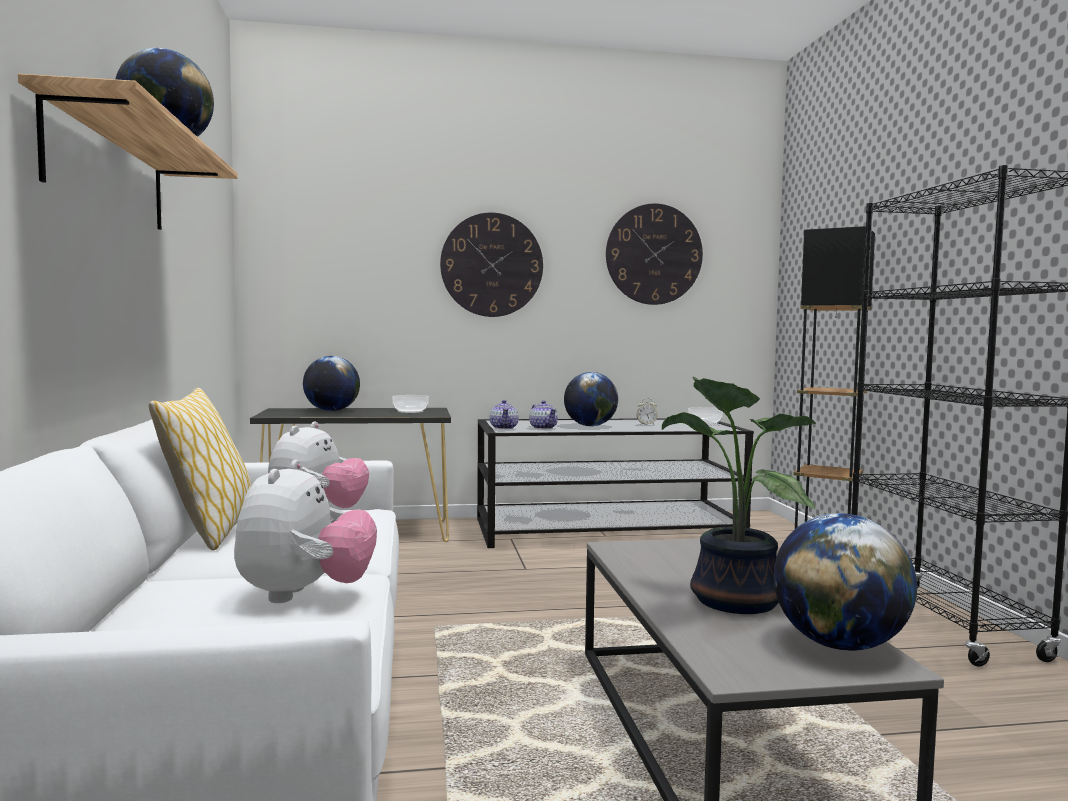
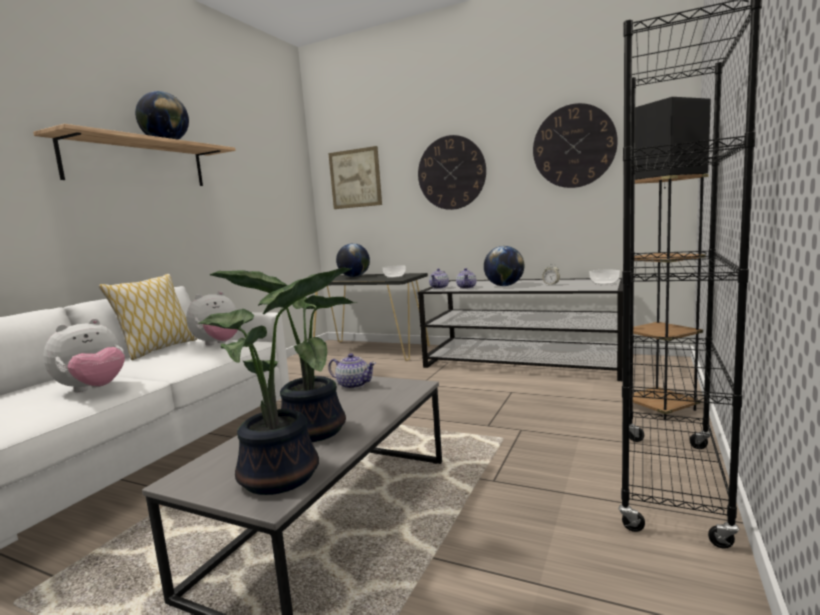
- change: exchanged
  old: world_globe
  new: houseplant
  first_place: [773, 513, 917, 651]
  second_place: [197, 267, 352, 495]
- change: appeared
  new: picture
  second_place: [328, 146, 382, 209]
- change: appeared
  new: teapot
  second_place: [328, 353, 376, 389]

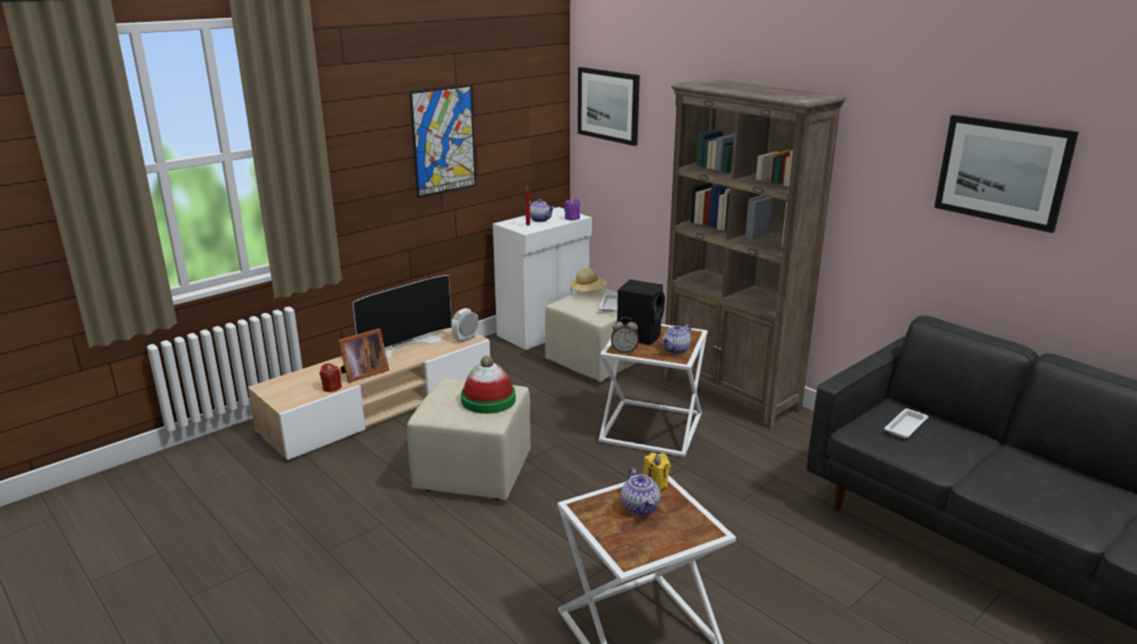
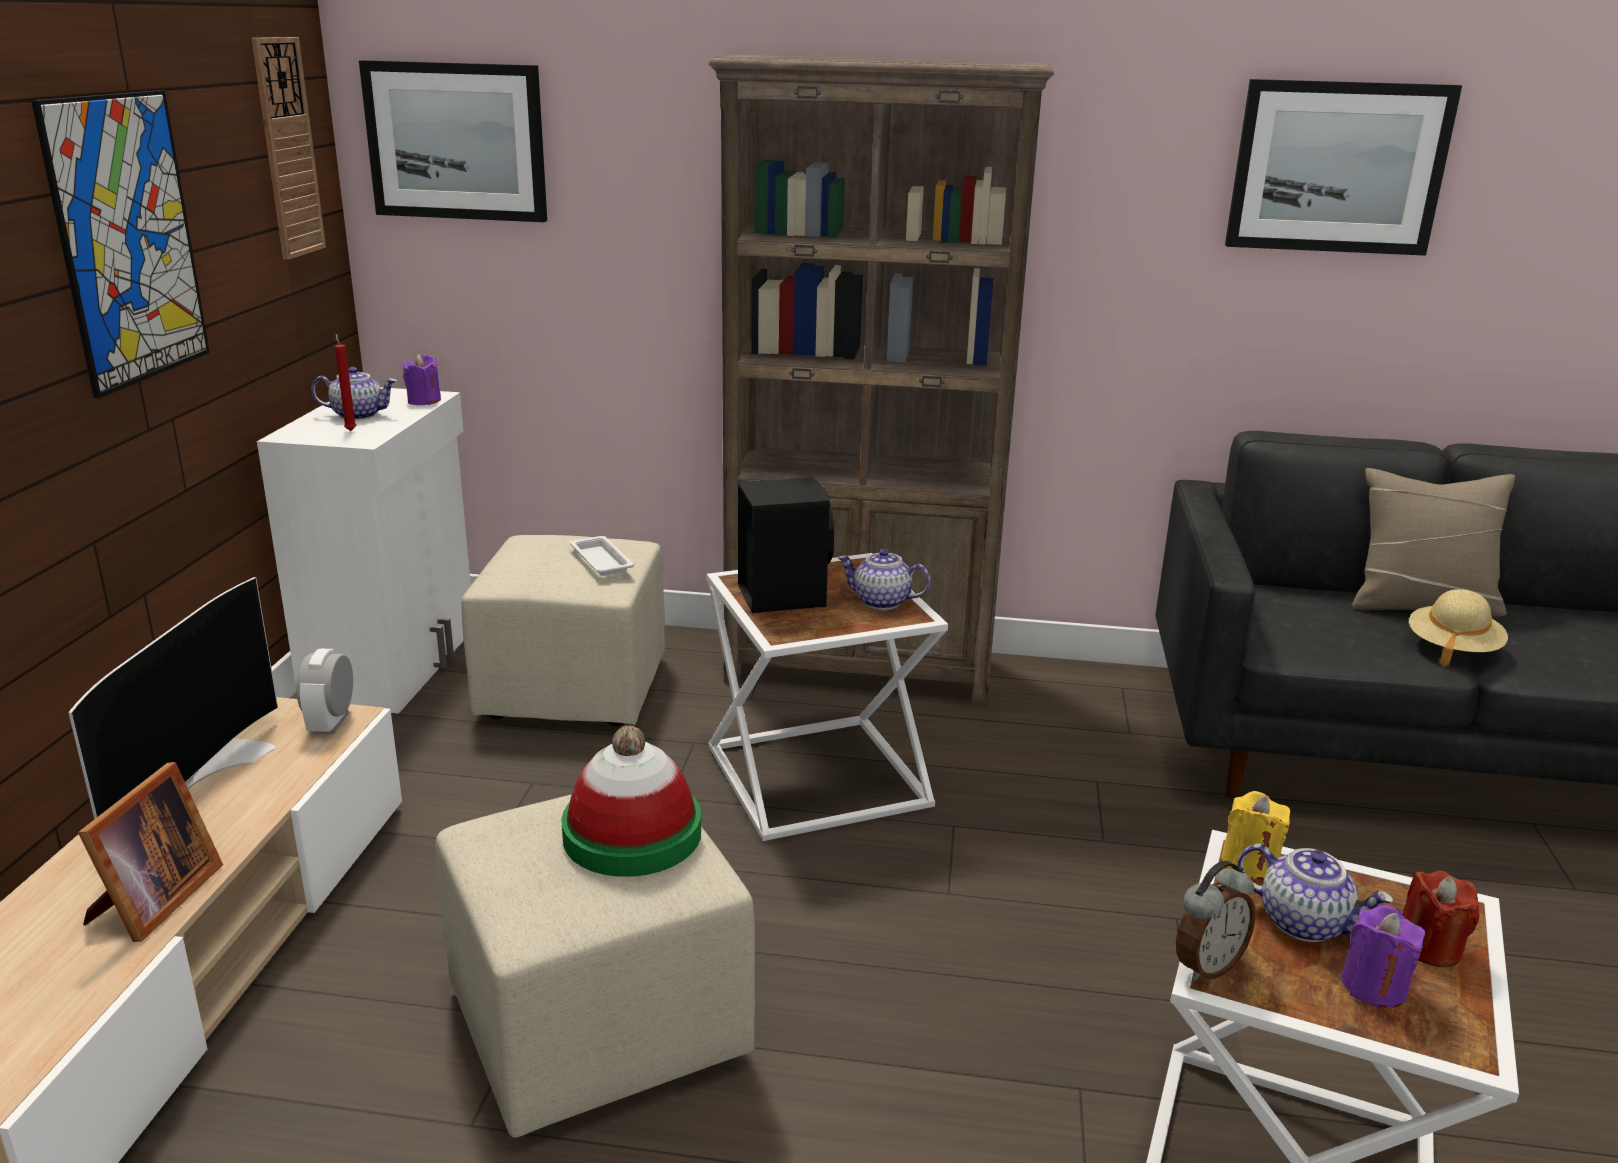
- change: appeared
  new: hanging_clock
  second_place: [252, 37, 326, 260]
- change: spun
  old: teapot
  first_place: [662, 324, 691, 354]
  second_place: [837, 549, 931, 610]
  degrees: 105
- change: relocated
  old: alarm_clock
  first_place: [611, 317, 639, 353]
  second_place: [1176, 861, 1256, 982]
- change: appeared
  new: purplish_wax_candle
  second_place: [1341, 905, 1425, 1008]
- change: appeared
  new: beige-coloured_cushion
  second_place: [1352, 468, 1515, 617]
- change: relocated
  old: red_wax_candle
  first_place: [320, 363, 342, 392]
  second_place: [1403, 871, 1479, 967]
- change: relocated
  old: beige-coloured_hat
  first_place: [571, 268, 606, 294]
  second_place: [1409, 589, 1508, 667]
- change: missing
  old: whitish_serving_tray
  first_place: [884, 408, 929, 438]

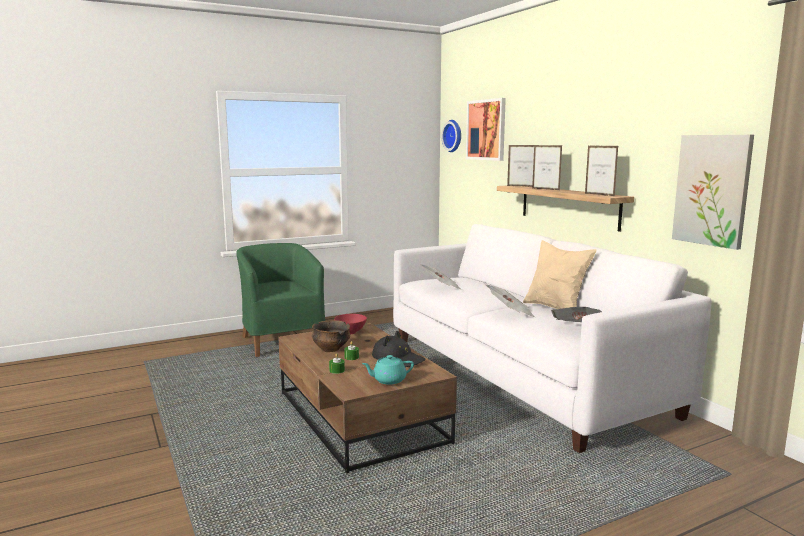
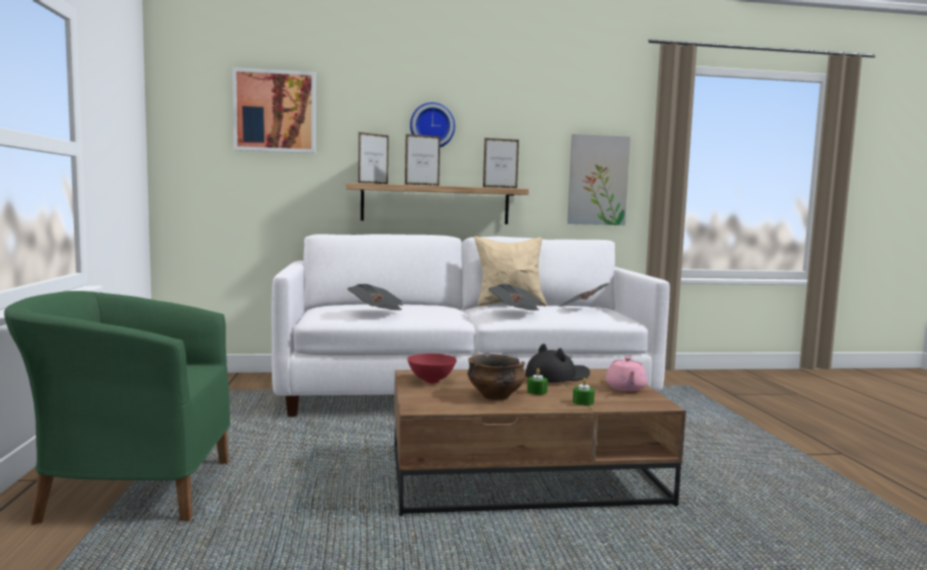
- change: relocated
  old: hanging_clock
  first_place: [441, 120, 461, 152]
  second_place: [410, 102, 455, 147]
- change: colour
  old: turquoise_teapot
  new: pinkish_teapot
  first_place: [362, 355, 414, 385]
  second_place: [606, 356, 647, 391]

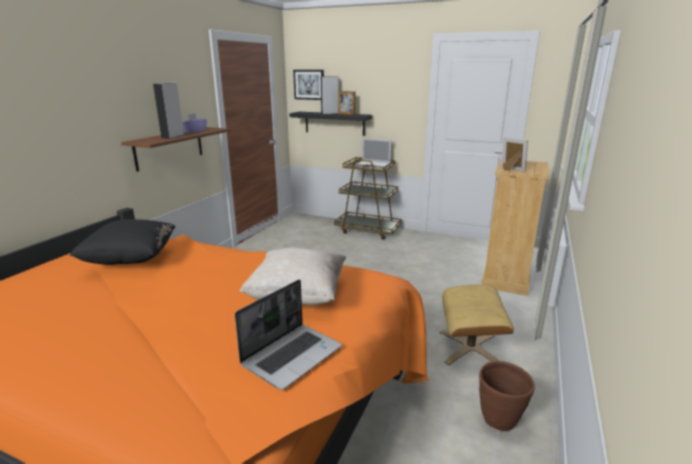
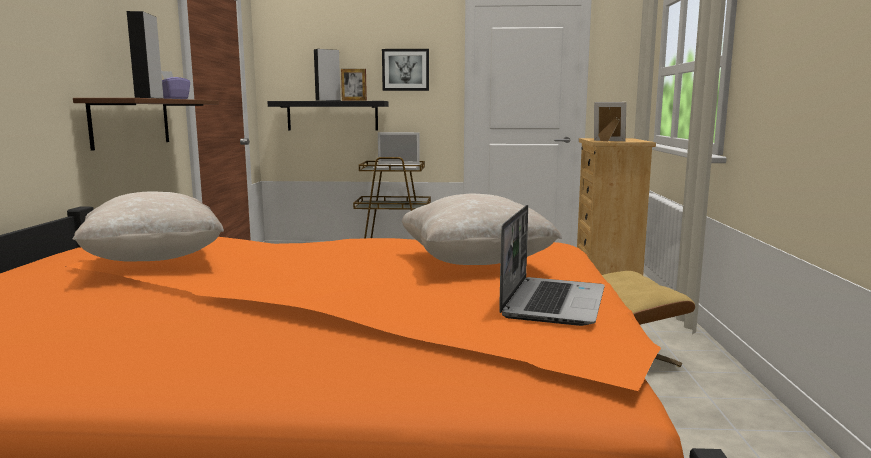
- change: colour
  old: blackish_cushion
  new: beige-coloured_cushion
  first_place: [69, 219, 176, 265]
  second_place: [72, 191, 224, 262]
- change: relocated
  old: picture
  first_place: [293, 70, 324, 100]
  second_place: [382, 49, 429, 91]
- change: missing
  old: brown_flower_pot
  first_place: [479, 361, 535, 431]

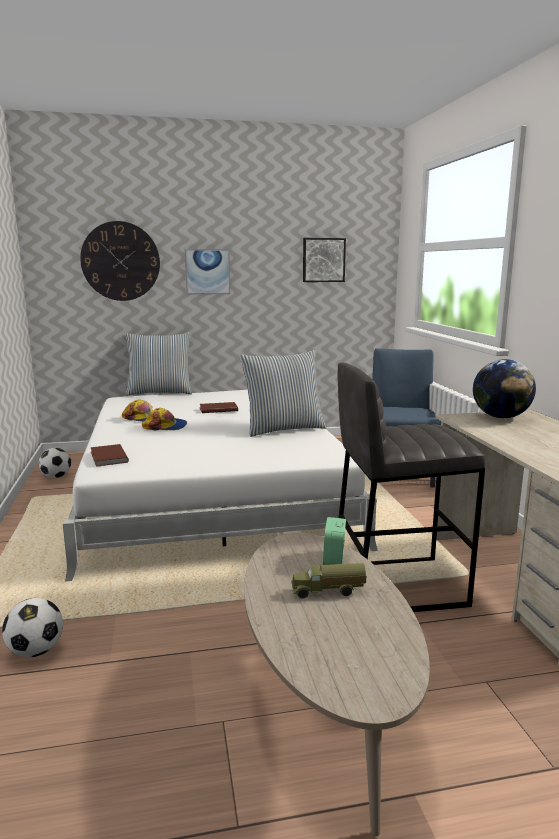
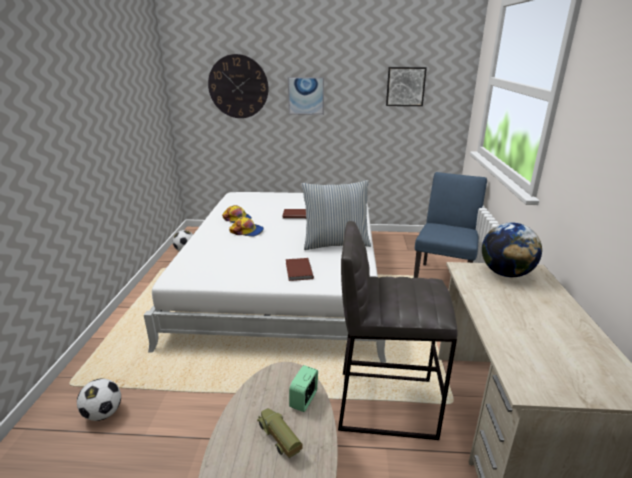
- change: spun
  old: toy_lorry
  first_place: [291, 563, 366, 599]
  second_place: [257, 408, 302, 458]
  degrees: 45
- change: relocated
  old: brown_bound_book
  first_place: [90, 444, 129, 467]
  second_place: [286, 258, 314, 281]
- change: missing
  old: cushion
  first_place: [126, 332, 192, 395]

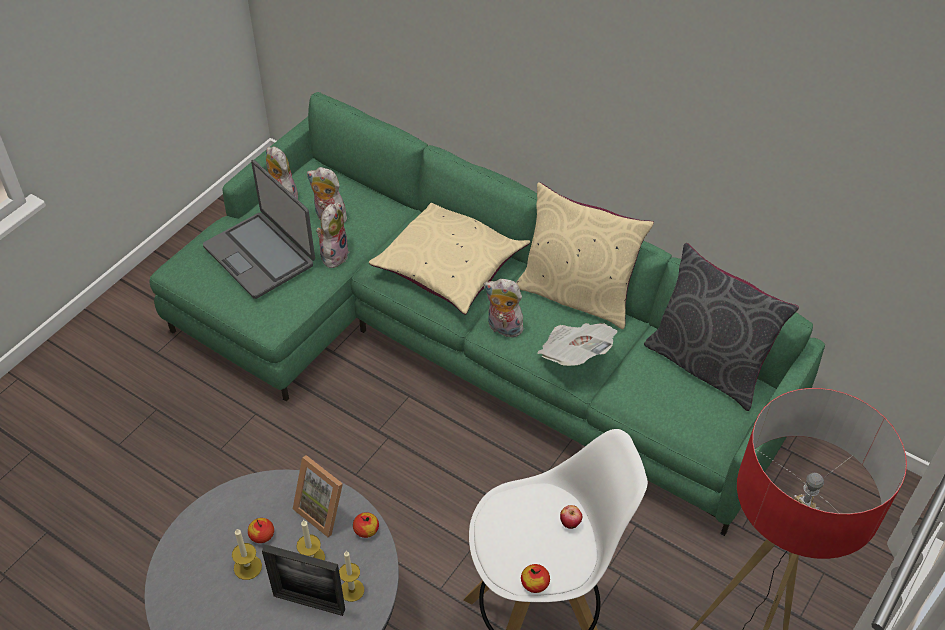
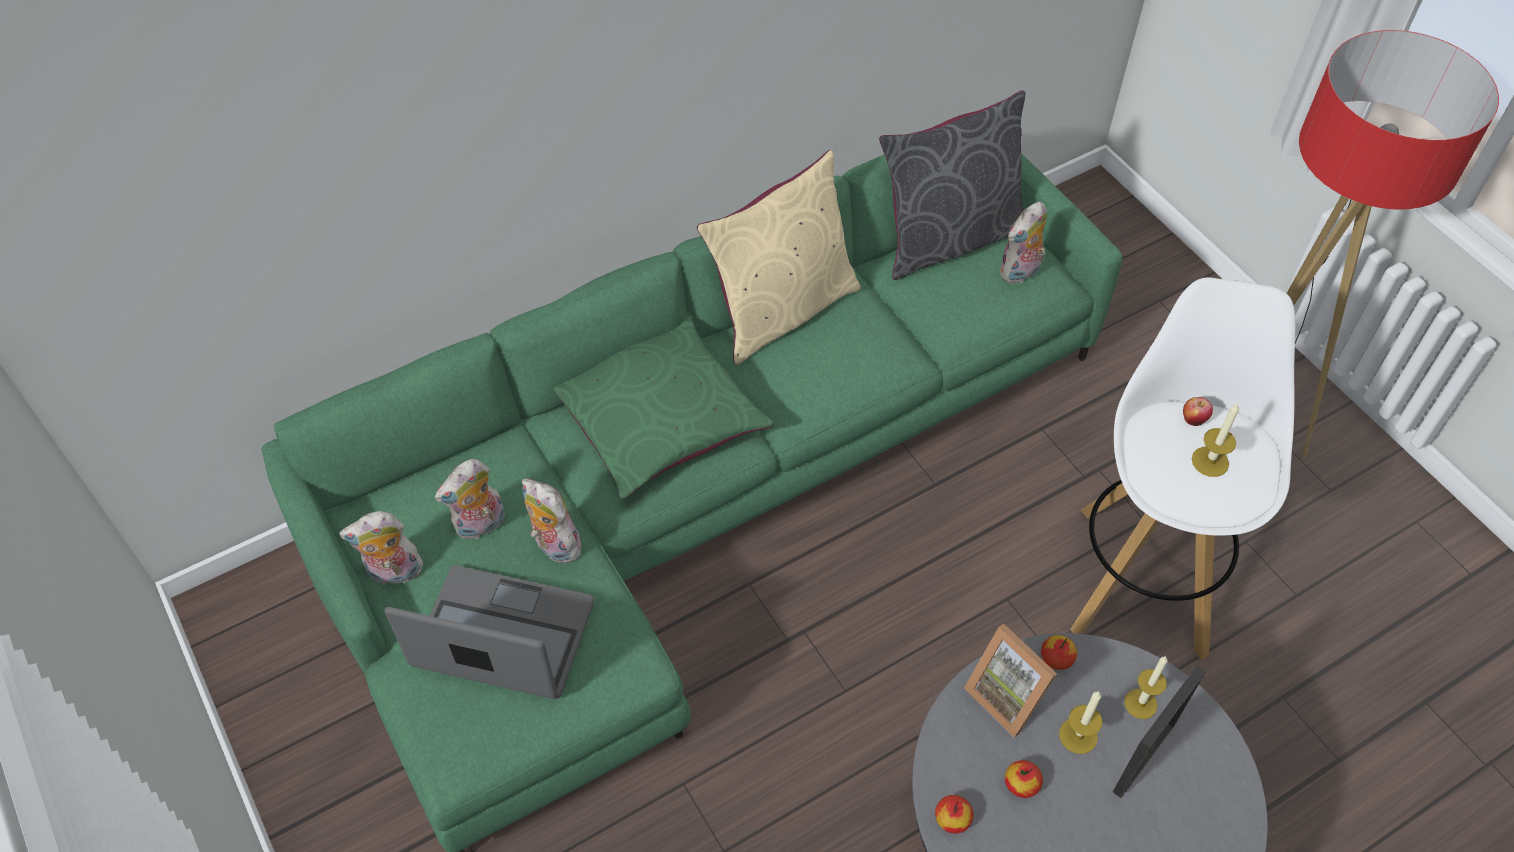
- change: spun
  old: laptop
  first_place: [203, 160, 315, 299]
  second_place: [384, 565, 594, 699]
  degrees: -150
- change: colour
  old: beige-coloured_cushion
  new: green-coloured_cushion
  first_place: [369, 203, 530, 315]
  second_place: [553, 311, 774, 499]
- change: relocated
  old: apple
  first_place: [521, 564, 550, 593]
  second_place: [935, 795, 974, 833]
- change: spun
  old: picture_frame
  first_place: [293, 455, 343, 537]
  second_place: [964, 624, 1057, 737]
  degrees: 75
- change: relocated
  old: soft_toy
  first_place: [484, 279, 523, 337]
  second_place: [999, 202, 1047, 285]
- change: relocated
  old: wax_candle
  first_place: [232, 528, 262, 580]
  second_place: [1192, 403, 1239, 477]
- change: missing
  old: newspaper
  first_place: [537, 323, 617, 366]

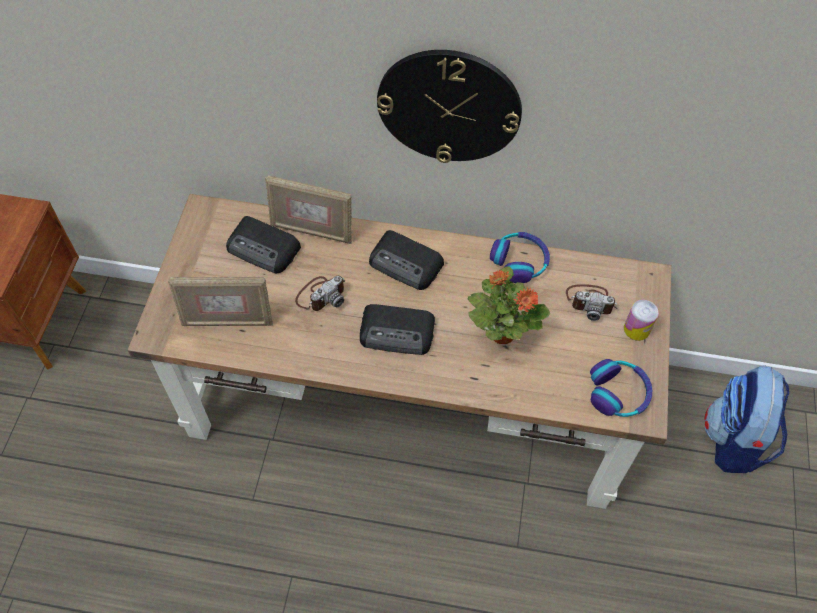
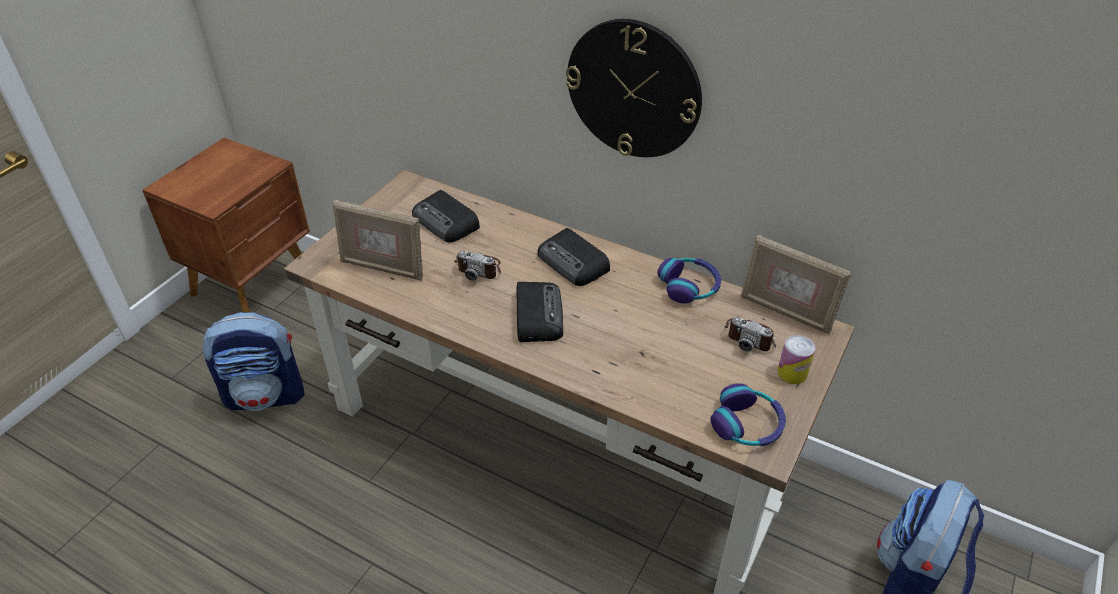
- change: appeared
  new: rucksack
  second_place: [203, 312, 304, 411]
- change: spun
  old: photo_camera
  first_place: [295, 276, 345, 311]
  second_place: [454, 250, 501, 281]
  degrees: 45
- change: spun
  old: radio_receiver
  first_place: [360, 304, 435, 355]
  second_place: [517, 282, 563, 342]
  degrees: -120
- change: relocated
  old: picture_frame
  first_place: [265, 175, 352, 244]
  second_place: [741, 235, 851, 335]
- change: missing
  old: houseplant
  first_place: [468, 266, 550, 344]

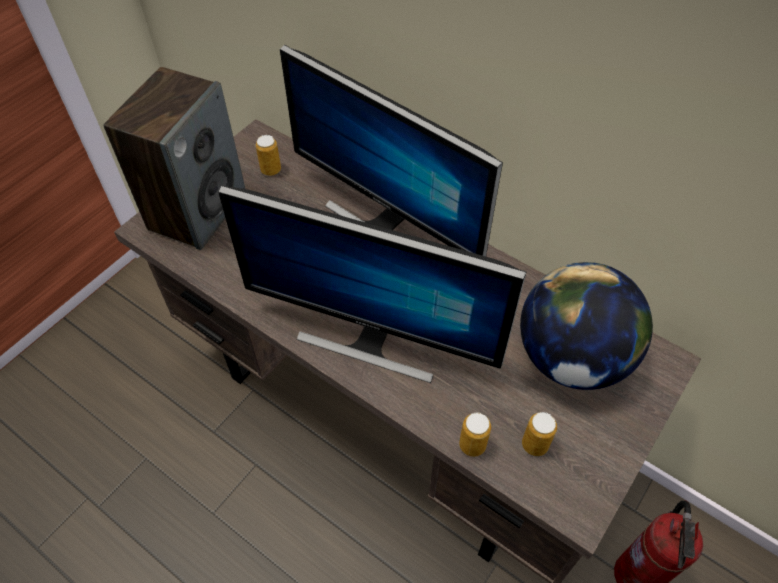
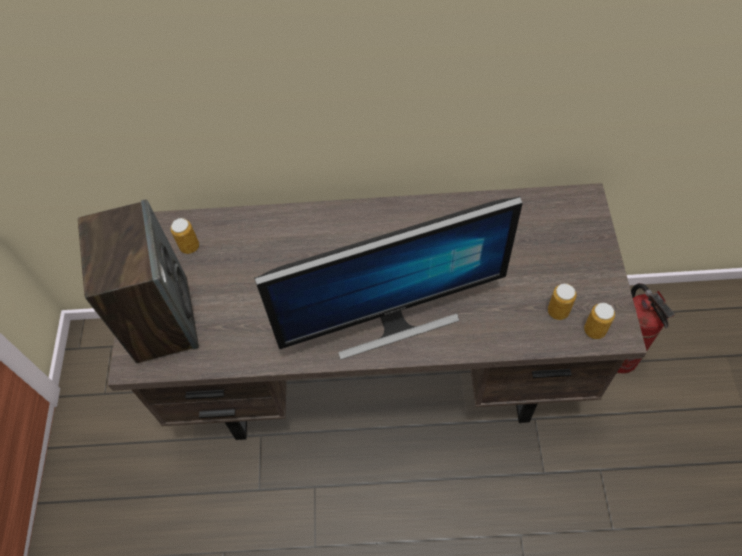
- change: relocated
  old: can
  first_place: [459, 413, 491, 457]
  second_place: [584, 303, 615, 339]
- change: missing
  old: computer_screen
  first_place: [280, 45, 503, 256]
- change: missing
  old: world_globe
  first_place: [520, 262, 653, 390]

